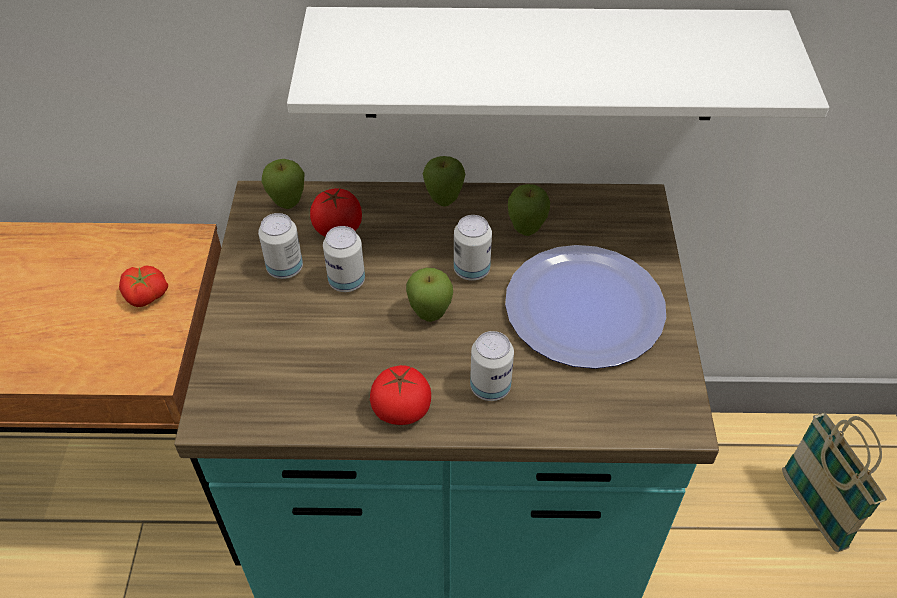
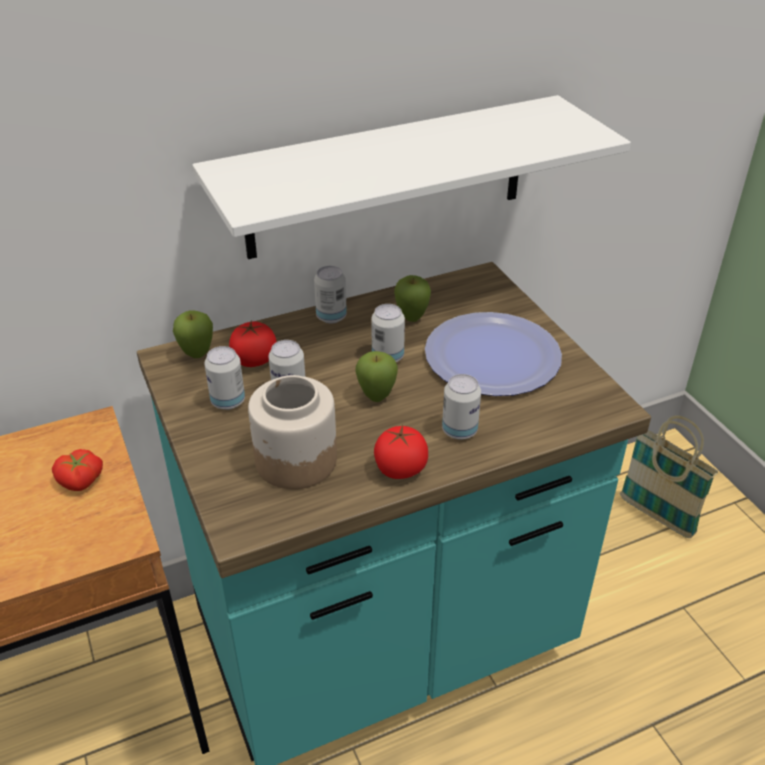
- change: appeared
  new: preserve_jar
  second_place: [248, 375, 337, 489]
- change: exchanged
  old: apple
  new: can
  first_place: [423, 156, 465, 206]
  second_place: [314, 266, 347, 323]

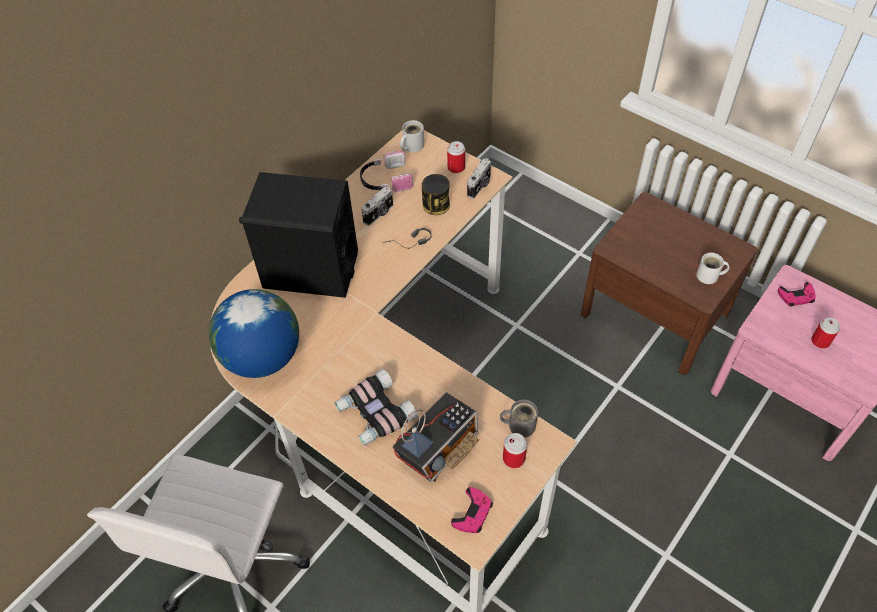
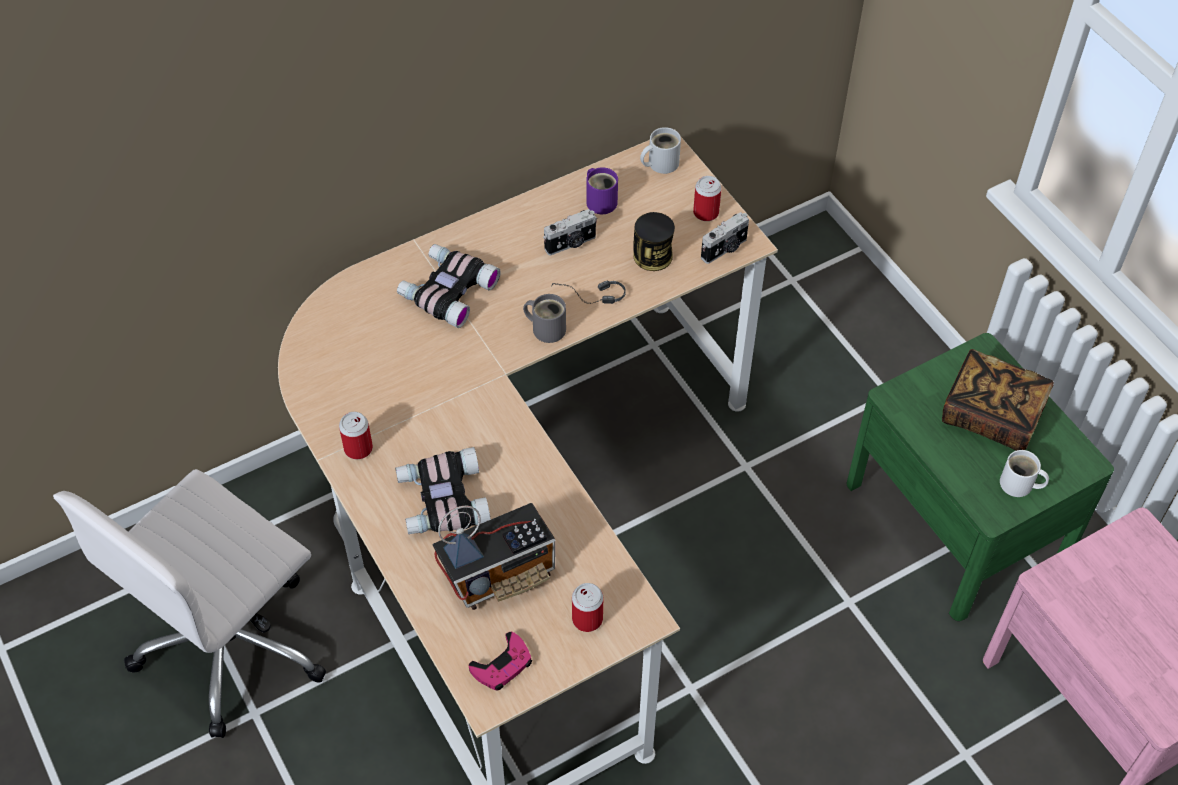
- change: relocated
  old: can
  first_place: [811, 318, 840, 349]
  second_place: [339, 412, 373, 459]
- change: exchanged
  old: blackish_speaker
  new: binoculars
  first_place: [239, 172, 358, 298]
  second_place: [397, 244, 501, 328]
- change: relocated
  old: gray_coffee_mug
  first_place: [500, 399, 538, 438]
  second_place: [523, 294, 566, 343]
- change: exchanged
  old: headphones
  new: purplish_coffee_mug
  first_place: [360, 151, 413, 193]
  second_place: [586, 167, 618, 214]
- change: colour
  old: brown_night_table
  new: green-coloured_night_table
  first_place: [581, 192, 757, 375]
  second_place: [847, 333, 1114, 621]
- change: appeared
  new: bound_book
  second_place: [942, 349, 1054, 451]
- change: missing
  old: world_globe
  first_place: [209, 289, 299, 378]
- change: missing
  old: pinkish_gamepad
  first_place: [778, 282, 816, 306]

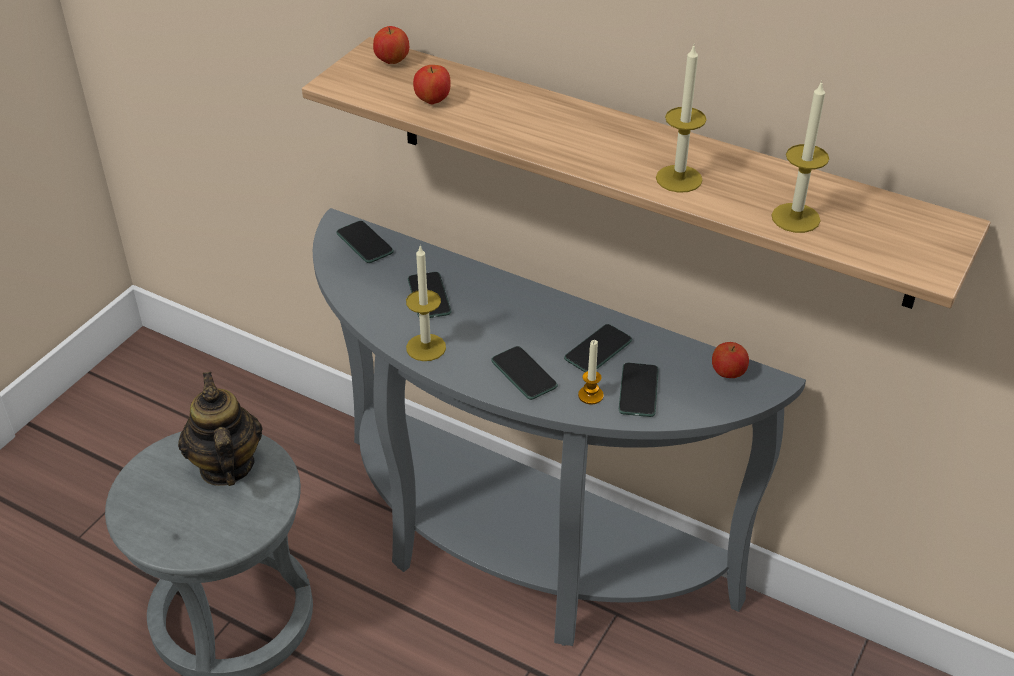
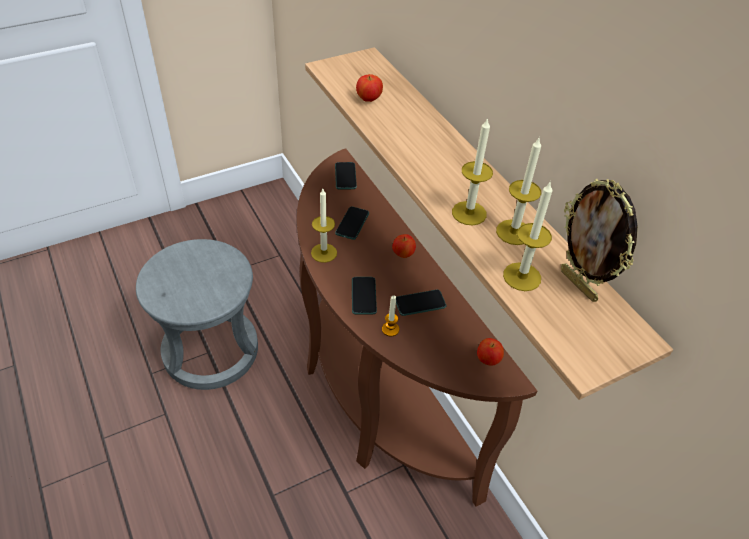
- change: colour
  old: gray_narrow_table
  new: brown_narrow_table
  first_place: [313, 208, 806, 646]
  second_place: [297, 149, 537, 507]
- change: relocated
  old: apple
  first_place: [373, 26, 409, 64]
  second_place: [392, 234, 416, 258]
- change: appeared
  new: wax_candle
  second_place: [496, 138, 541, 245]
- change: appeared
  new: picture_frame
  second_place: [561, 178, 638, 302]
- change: missing
  old: teapot
  first_place: [178, 372, 263, 486]
- change: missing
  old: phone
  first_place: [619, 363, 659, 417]

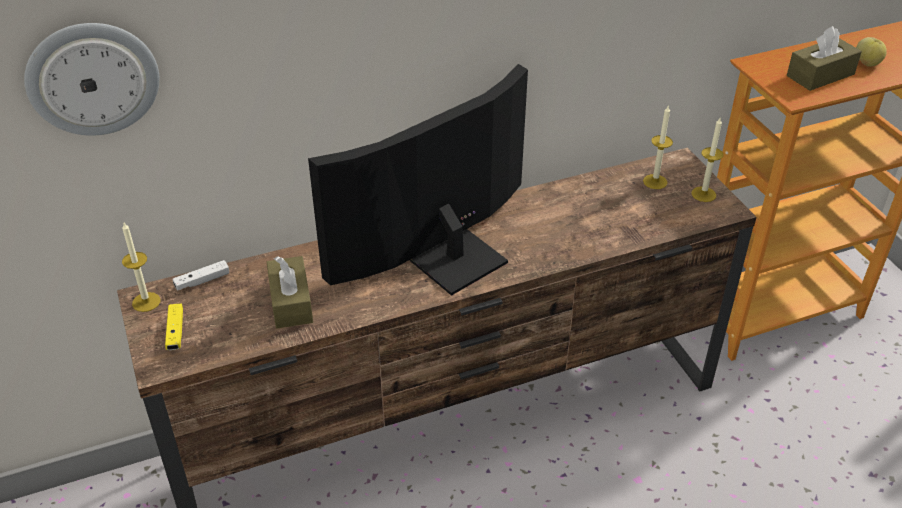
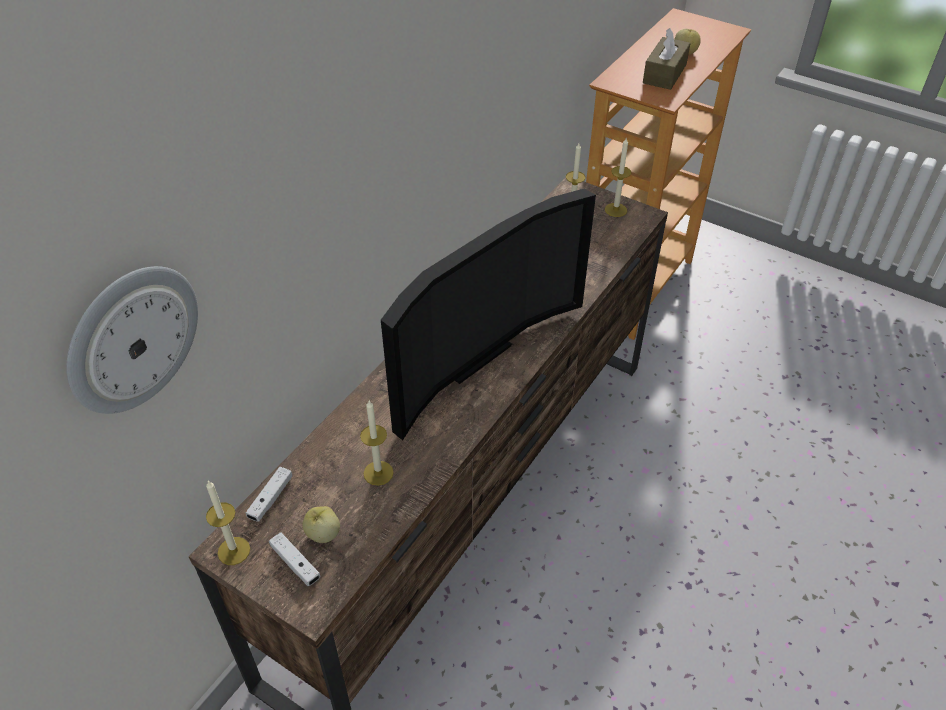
- change: colour
  old: yellowish_gamepad
  new: whitish_gamepad
  first_place: [165, 303, 183, 350]
  second_place: [269, 532, 321, 586]
- change: appeared
  new: apple
  second_place: [303, 506, 340, 543]
- change: exchanged
  old: brown_box_of_tissues
  new: wax_candle
  first_place: [267, 256, 313, 329]
  second_place: [360, 401, 394, 486]
- change: spun
  old: TV_set
  first_place: [308, 64, 528, 296]
  second_place: [381, 189, 596, 441]
  degrees: -150

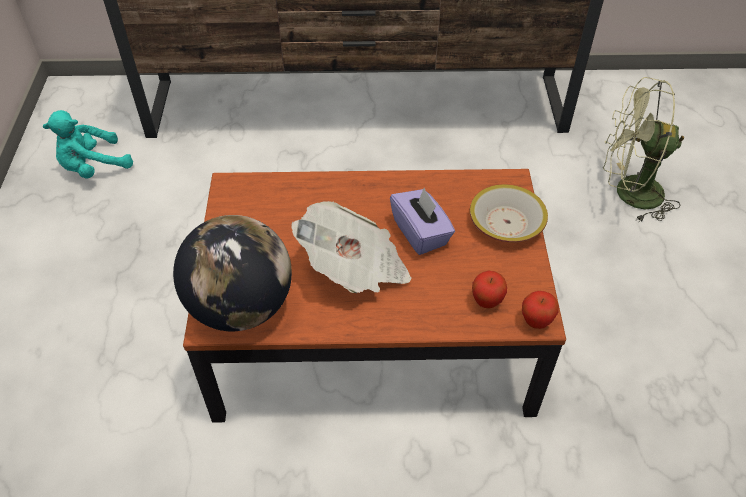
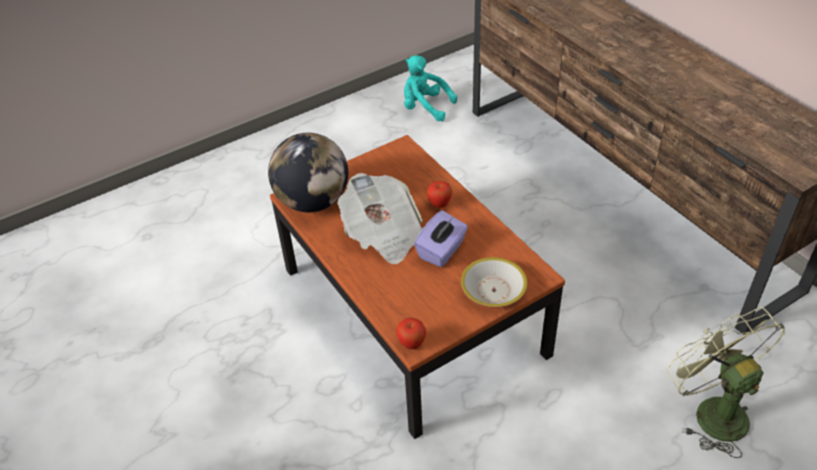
- change: relocated
  old: apple
  first_place: [472, 271, 507, 309]
  second_place: [427, 181, 452, 208]

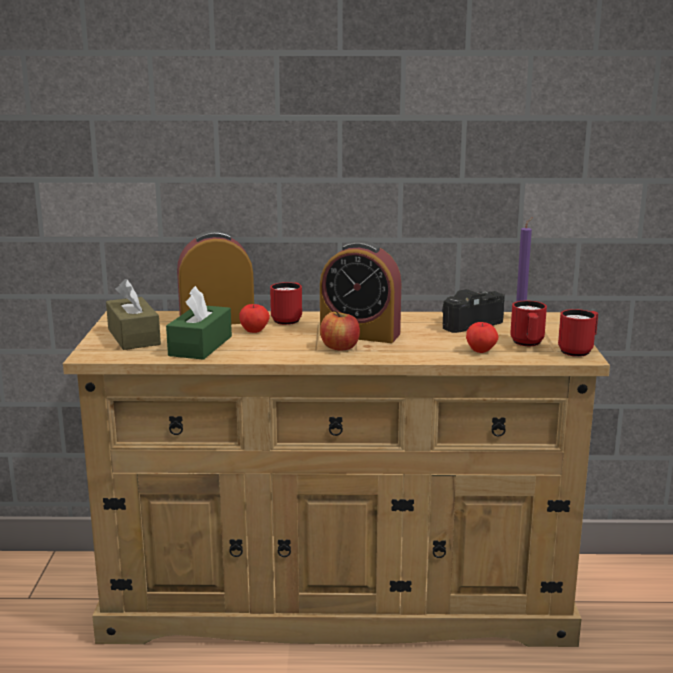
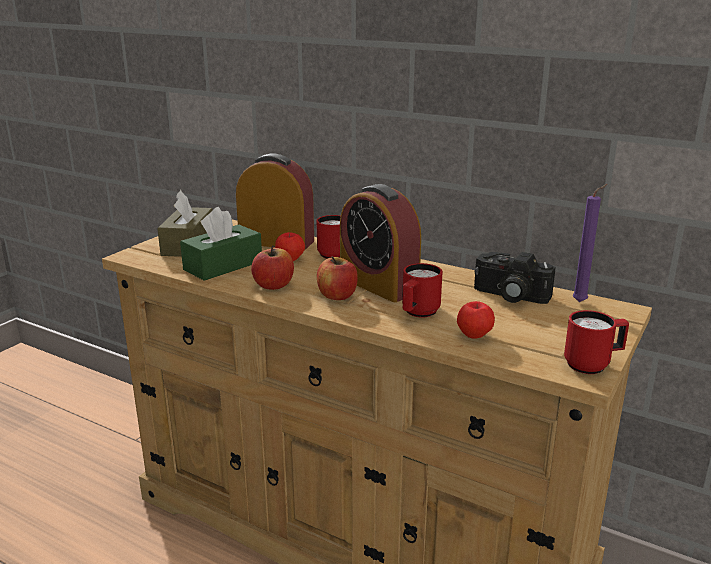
- change: appeared
  new: apple
  second_place: [251, 246, 294, 290]
- change: relocated
  old: red_coffee_mug
  first_place: [510, 301, 547, 346]
  second_place: [402, 263, 442, 317]
- change: spun
  old: photo_camera
  first_place: [442, 289, 505, 333]
  second_place: [474, 252, 555, 304]
  degrees: -150

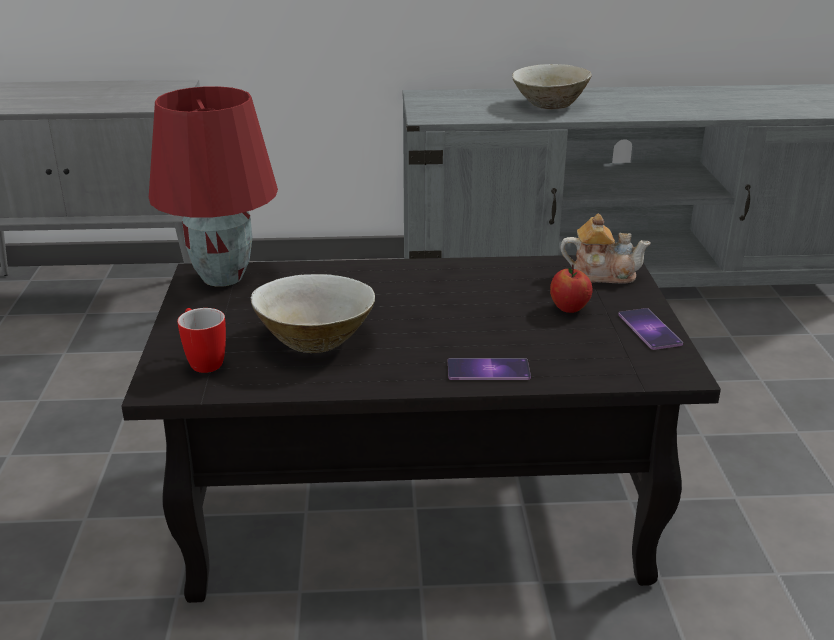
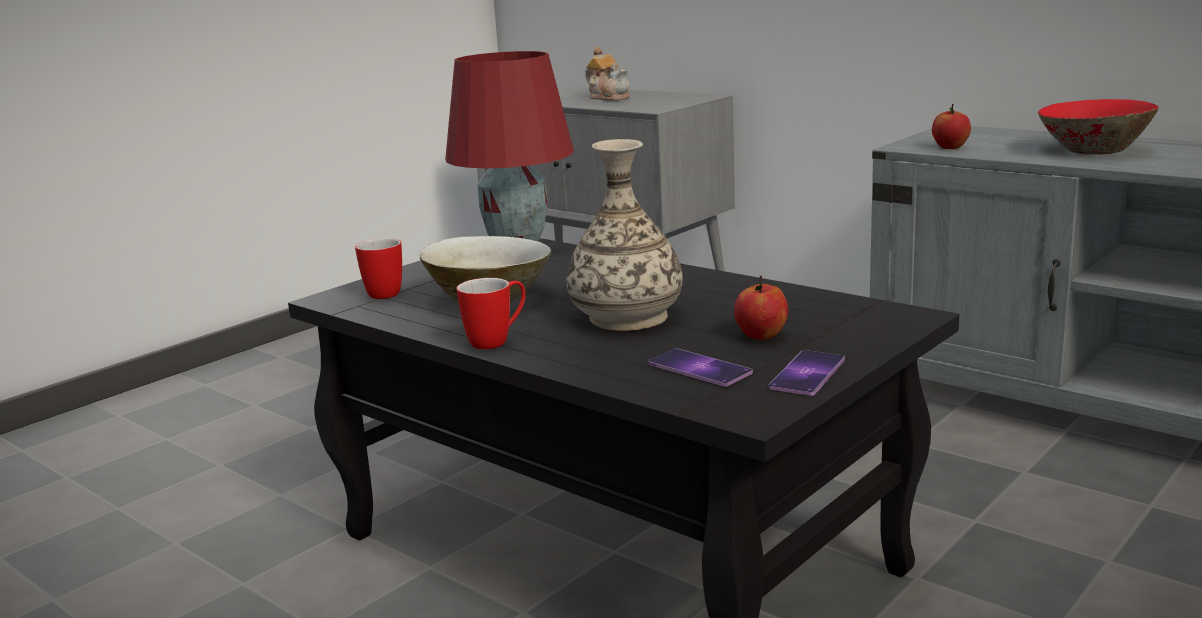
- change: appeared
  new: coffee_mug
  second_place: [457, 278, 526, 349]
- change: appeared
  new: flower_vase
  second_place: [567, 139, 683, 331]
- change: relocated
  old: teapot
  first_place: [560, 214, 651, 284]
  second_place: [585, 47, 630, 101]
- change: relocated
  old: phone
  first_place: [448, 358, 531, 380]
  second_place: [649, 349, 753, 387]
- change: appeared
  new: apple
  second_place: [932, 104, 971, 149]
- change: colour
  old: beige-coloured_bowl
  new: red_bowl
  first_place: [512, 64, 592, 109]
  second_place: [1038, 99, 1159, 155]

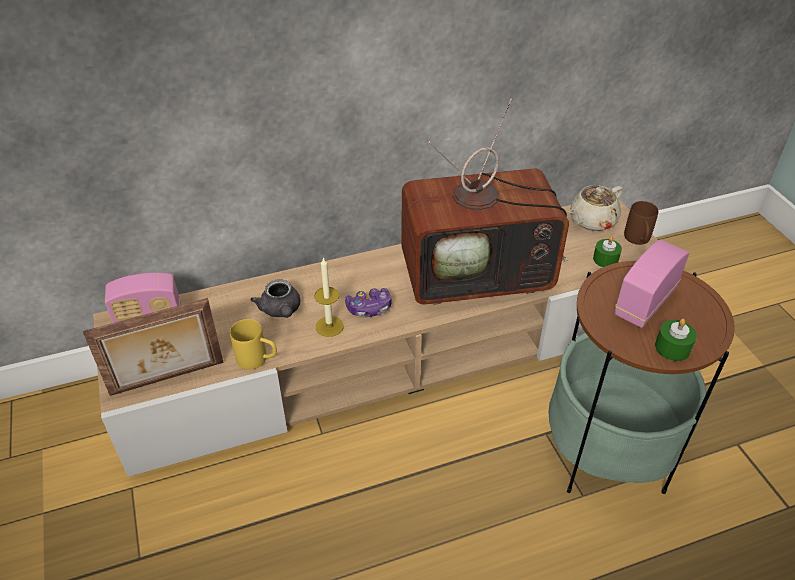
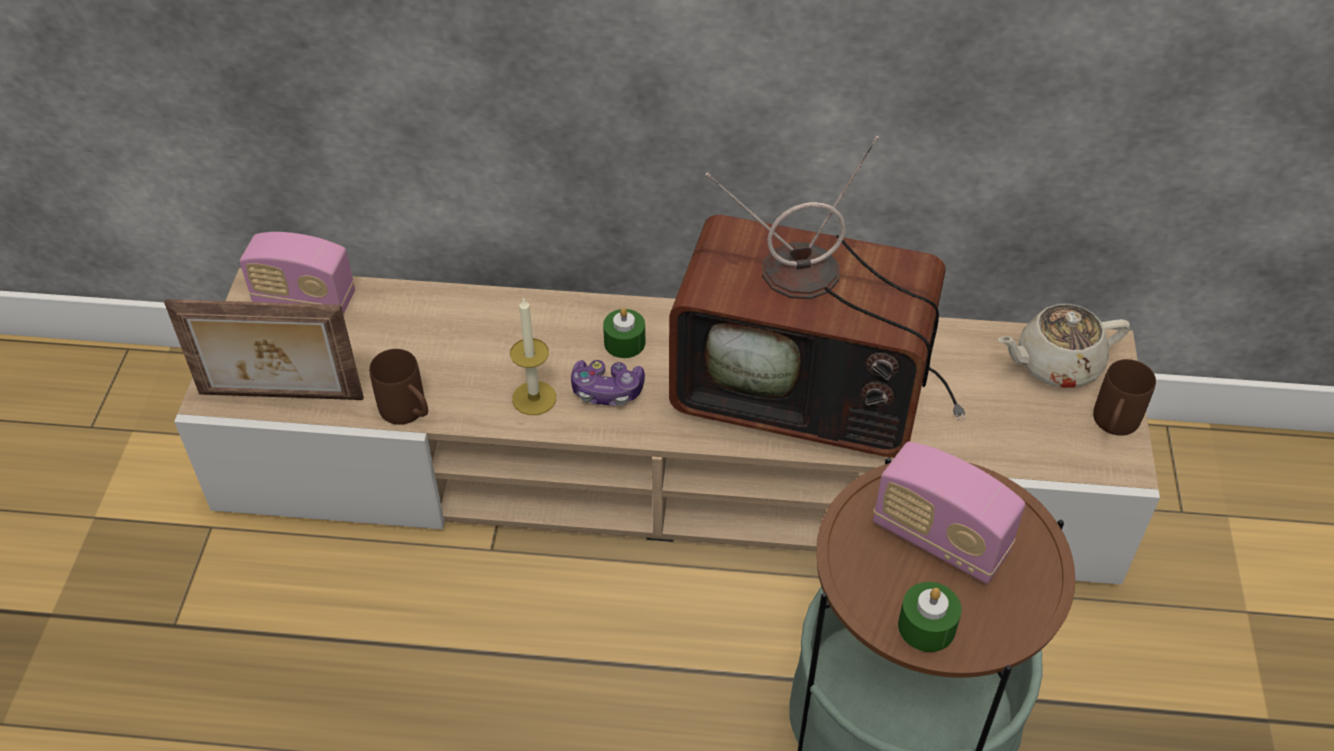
- change: colour
  old: yellowish_coffee_mug
  new: brown_coffee_mug
  first_place: [230, 319, 277, 370]
  second_place: [369, 349, 428, 425]
- change: relocated
  old: green-coloured_wax_candle
  first_place: [593, 236, 622, 267]
  second_place: [603, 308, 645, 358]
- change: spun
  old: radio_receiver
  first_place: [614, 239, 689, 328]
  second_place: [873, 442, 1025, 584]
  degrees: -120
- change: missing
  old: gray_teapot
  first_place: [250, 279, 300, 318]

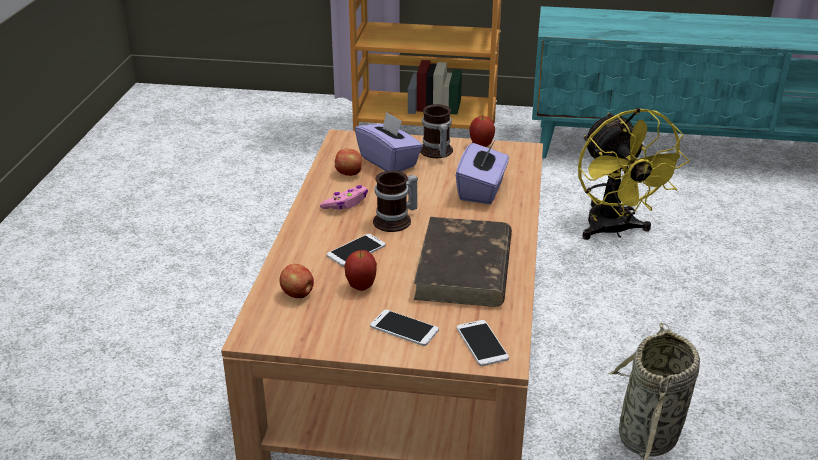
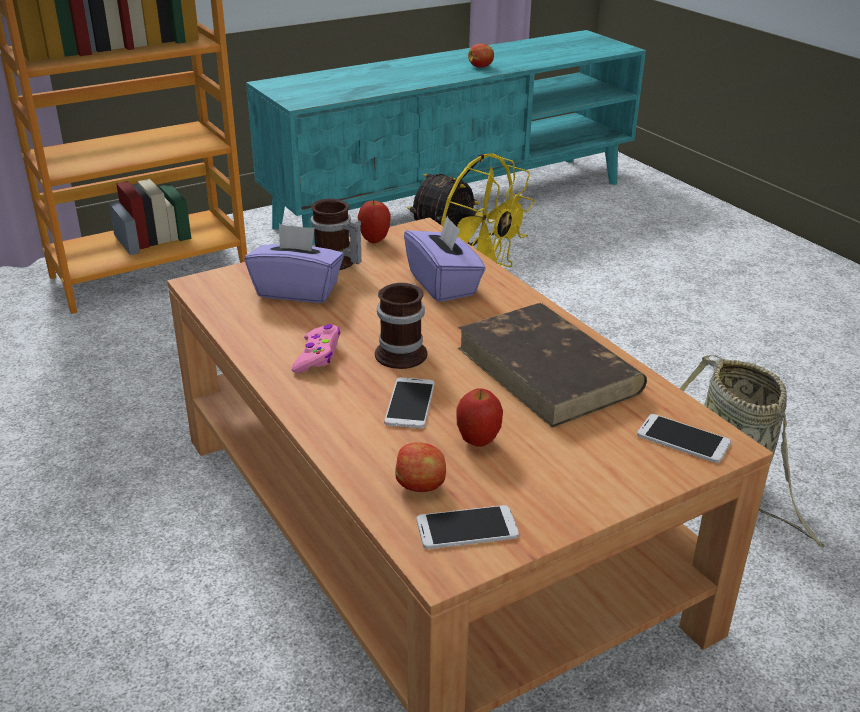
- change: relocated
  old: phone
  first_place: [370, 310, 439, 346]
  second_place: [416, 505, 519, 549]
- change: relocated
  old: apple
  first_place: [335, 149, 362, 176]
  second_place: [468, 44, 494, 68]

